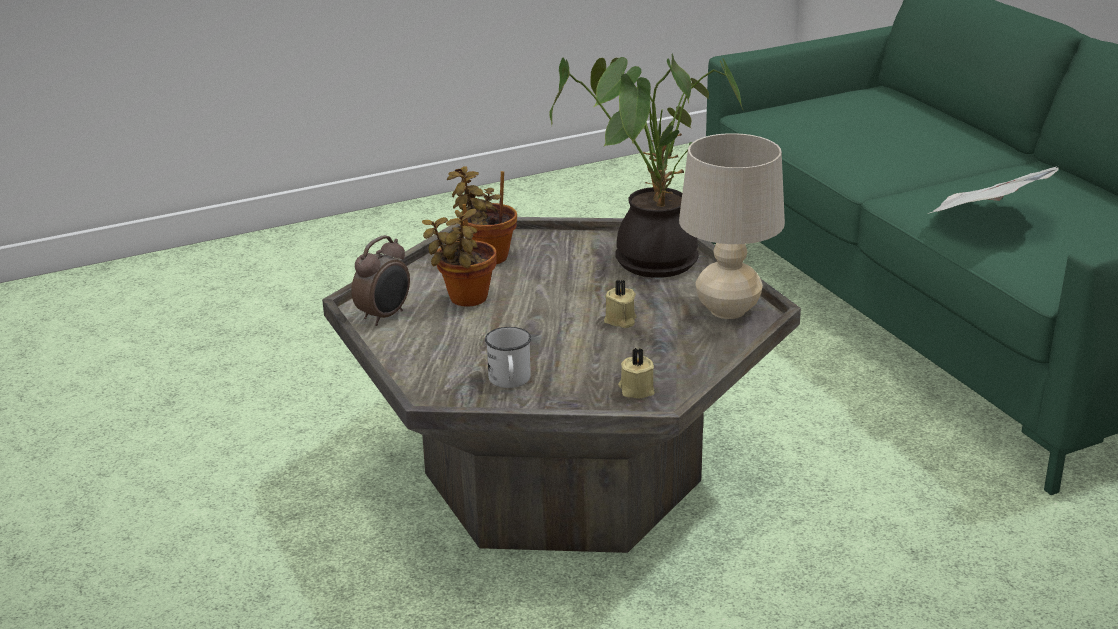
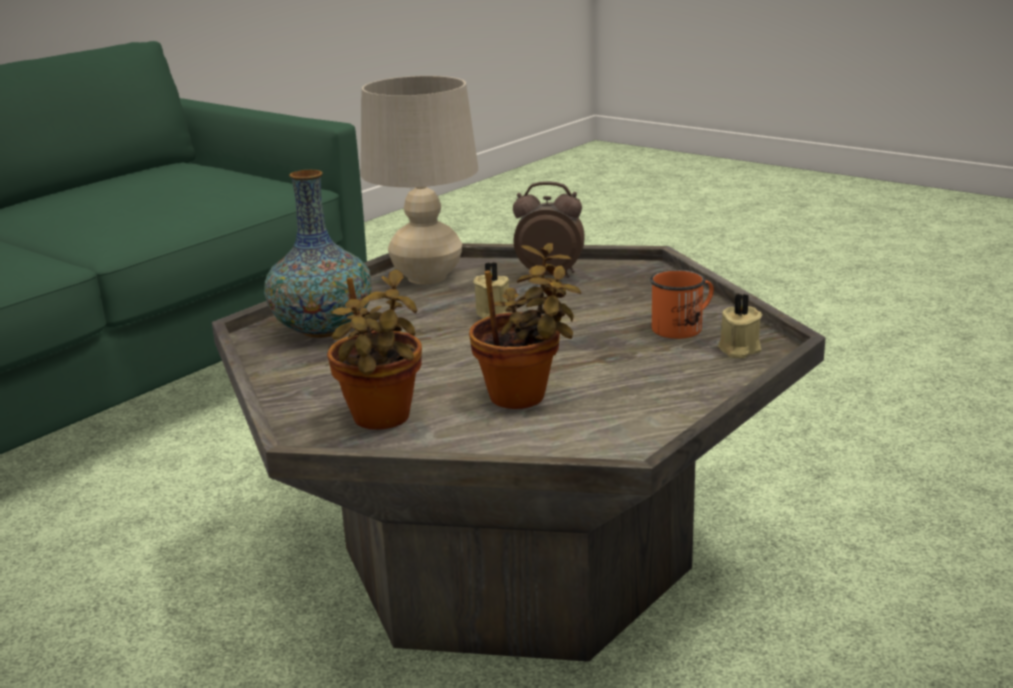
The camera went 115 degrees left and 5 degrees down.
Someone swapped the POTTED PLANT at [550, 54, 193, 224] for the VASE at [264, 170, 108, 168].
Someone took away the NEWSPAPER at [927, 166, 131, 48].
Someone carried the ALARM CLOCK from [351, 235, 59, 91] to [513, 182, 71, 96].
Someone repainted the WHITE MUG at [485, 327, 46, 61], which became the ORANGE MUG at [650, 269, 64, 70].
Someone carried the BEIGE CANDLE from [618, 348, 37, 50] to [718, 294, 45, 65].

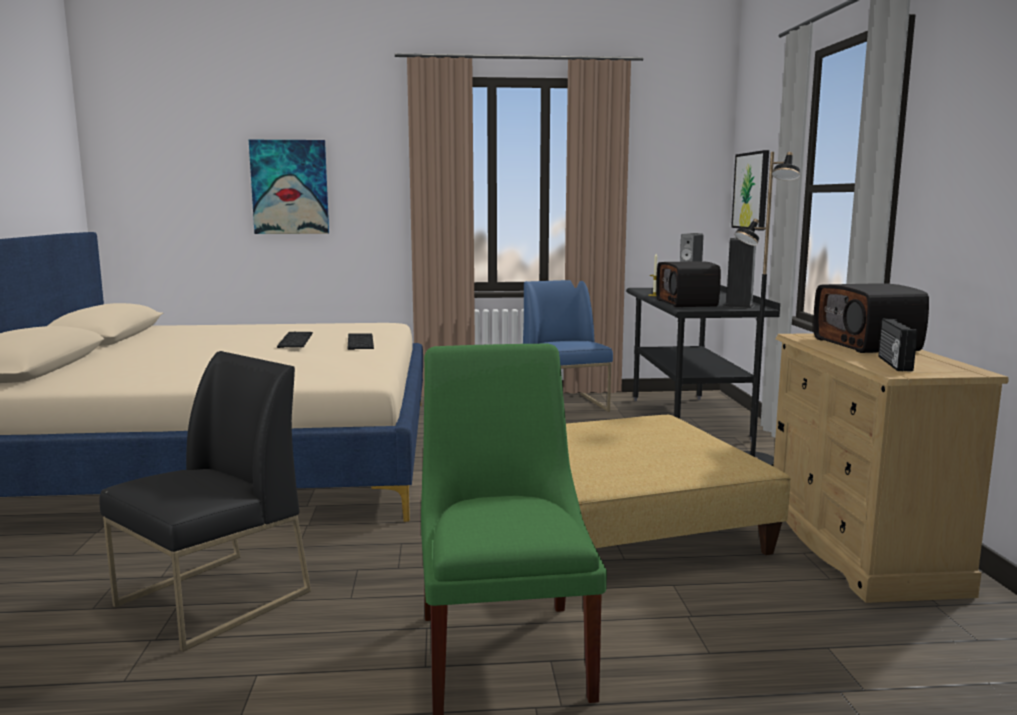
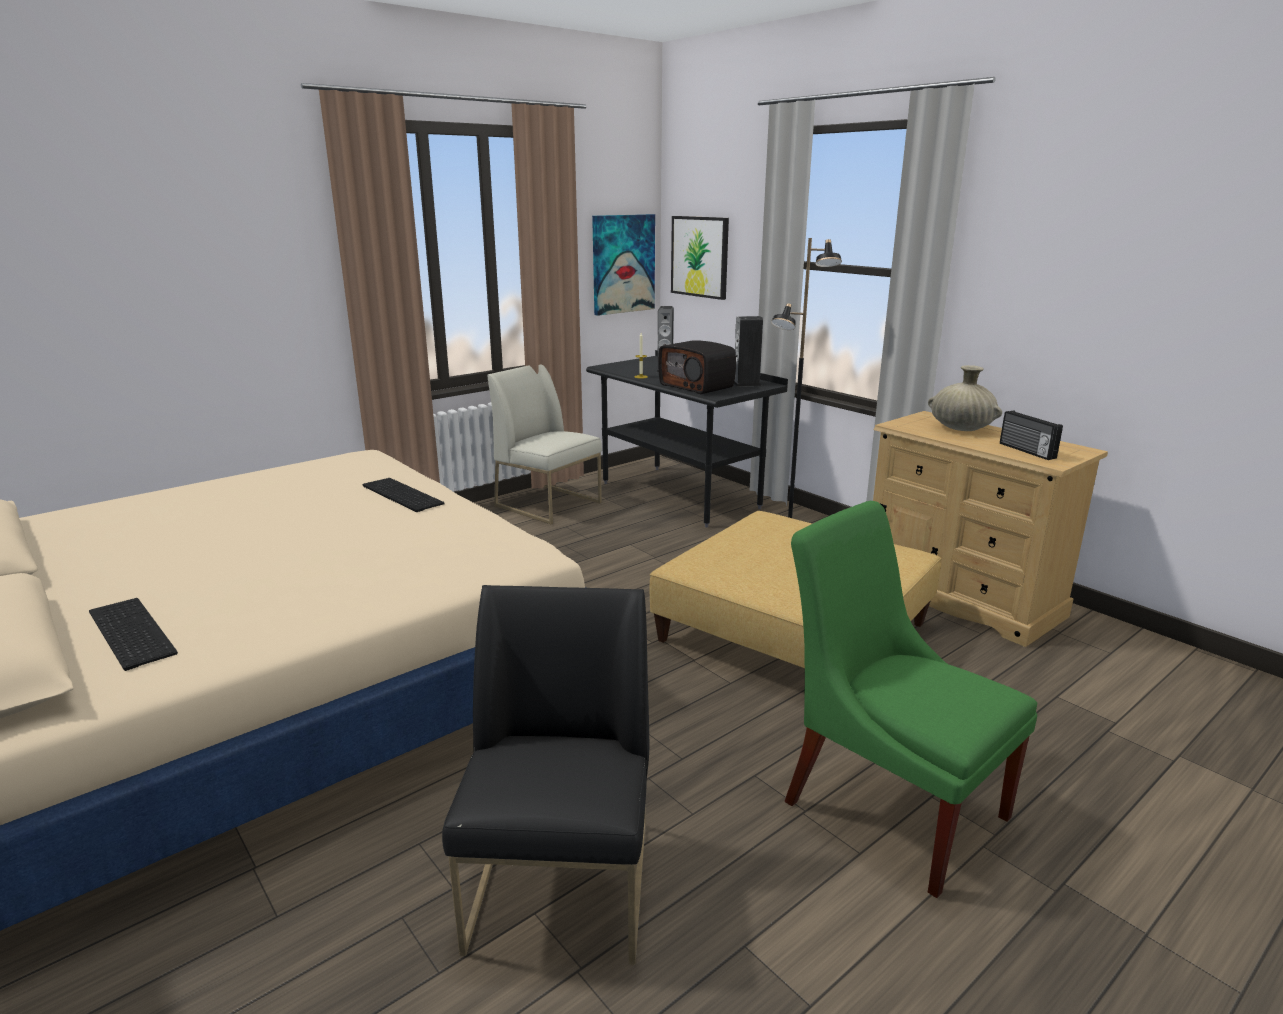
The camera went 35 degrees left and 10 degrees up.
Someone carried the PICTURE from [249, 140, 80, 94] to [592, 214, 63, 102].
Someone repainted the BLUE CHAIR at [523, 280, 90, 132], which became the WHITE CHAIR at [487, 364, 115, 160].
Someone swapped the RADIO at [814, 283, 115, 70] for the BEIGE VASE at [928, 365, 74, 66].
Someone carried the KEYBOARD from [277, 332, 36, 16] to [89, 598, 89, 73].

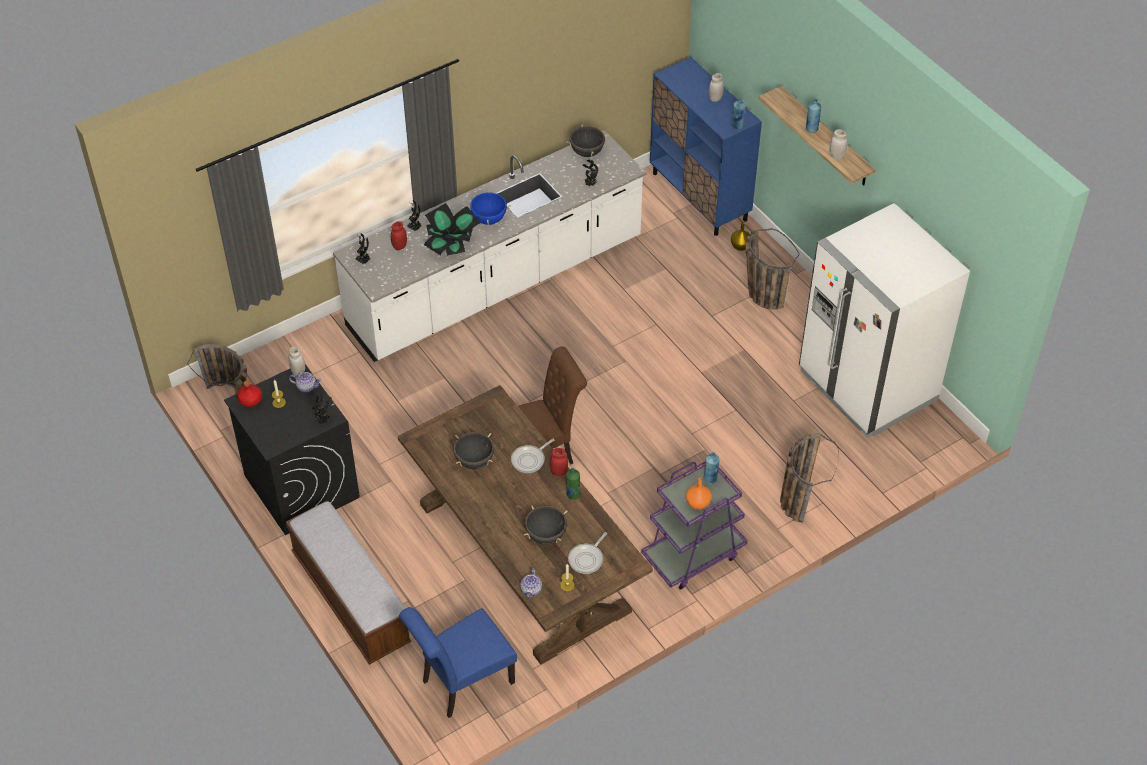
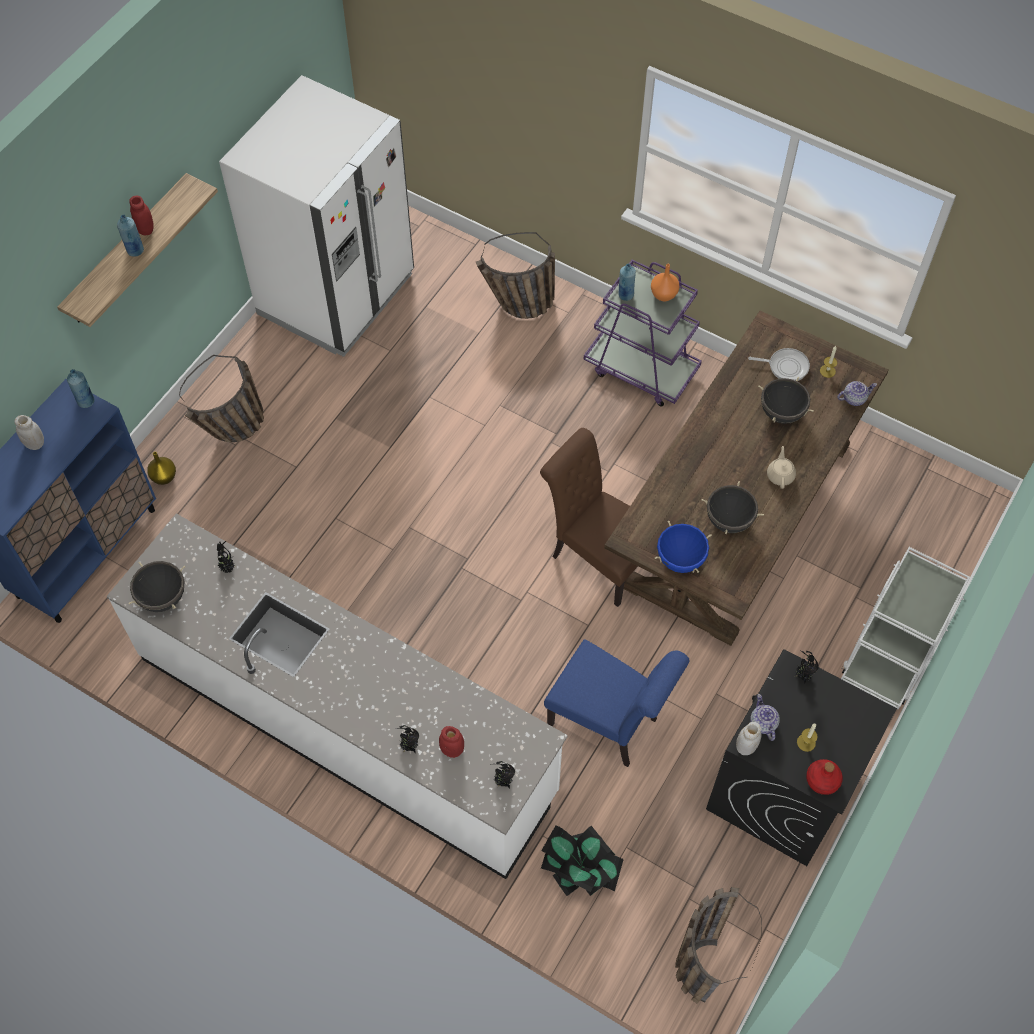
The camera went 115 degrees left and 10 degrees up.
Someone took away the WHITE JAR at [829, 129, 18, 30].
Someone carried the BLUE COOKING POT from [466, 190, 45, 35] to [655, 521, 57, 52].
Someone carried the POTTED PLANT from [424, 203, 56, 53] to [541, 825, 83, 71].
Someone took away the FRYING PAN at [511, 438, 43, 35].
Someone carried the RED JAR from [550, 448, 18, 28] to [129, 196, 25, 40].
Someone took away the GREEN BOTTLE at [566, 468, 15, 31].
Someone swapped the BENCH at [286, 501, 125, 164] for the WHITE CART at [841, 547, 129, 163].
Someone carried the BLUE CHAIR from [399, 607, 118, 111] to [544, 639, 146, 128].
Someone put down the BEIGE TEAPOT at [767, 446, 29, 43].

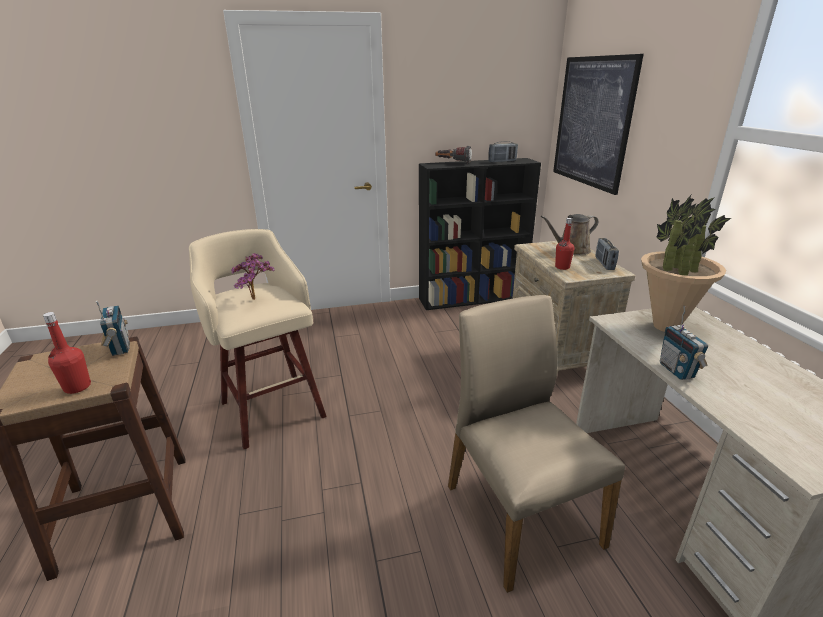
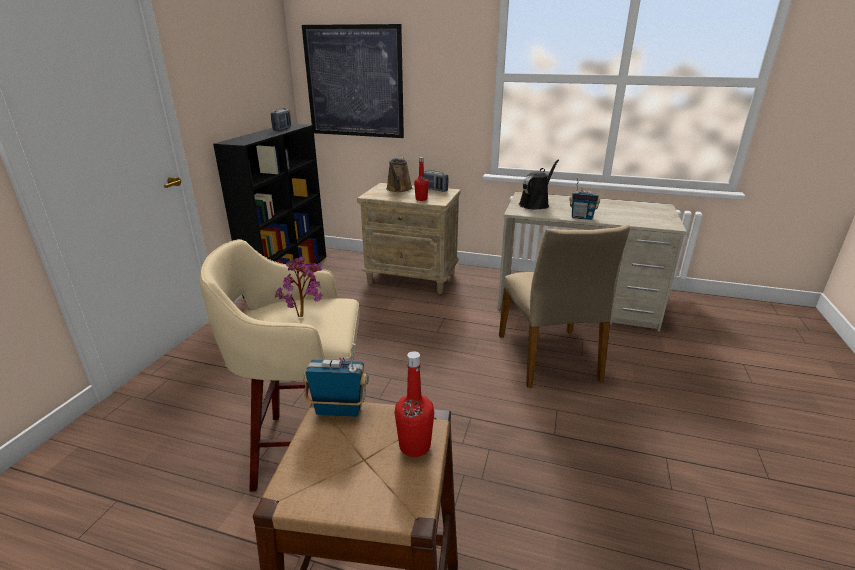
The camera went 60 degrees left and 0 degrees up.
Someone took away the FLASHLIGHT at [435, 146, 37, 17].
Someone swapped the POTTED PLANT at [641, 195, 90, 137] for the BLACK WATERING CAN at [519, 160, 40, 50].
Someone rotated the BEIGE CHAIR at [448, 295, 177, 298] by 105 degrees counterclockwise.

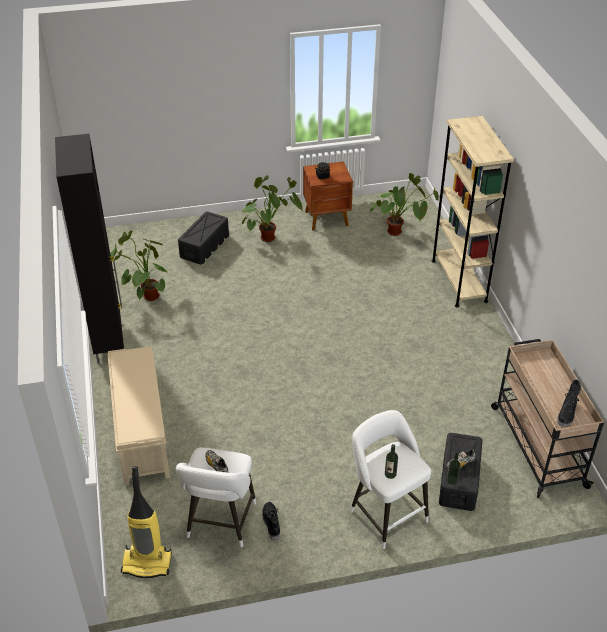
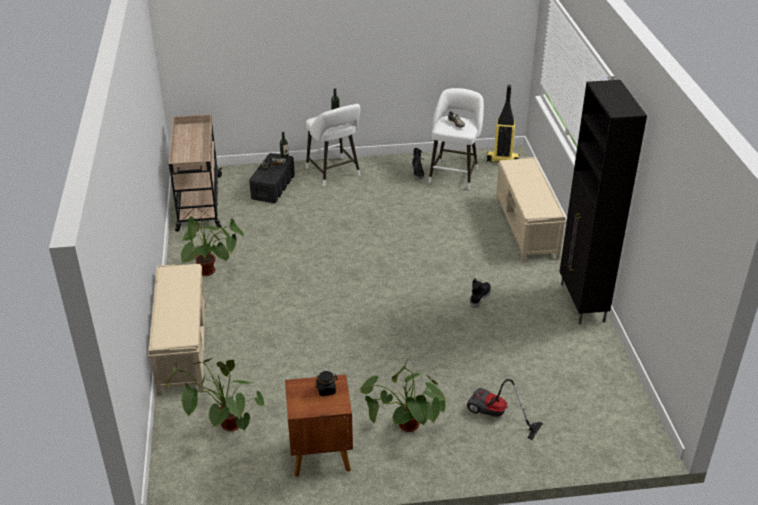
The camera went 175 degrees left and 5 degrees down.
Someone swapped the BEIGE BOOKCASE at [432, 116, 82, 192] for the BEIGE BENCH at [148, 264, 58, 132].
Someone swapped the BLACK STORAGE BOX at [178, 212, 51, 52] for the VACUUM CLEANER at [467, 379, 76, 61].
Someone carried the POTTED PLANT from [110, 230, 59, 71] to [181, 216, 63, 60].
Someone carried the BLACK BOOT from [557, 380, 24, 47] to [470, 278, 21, 30].

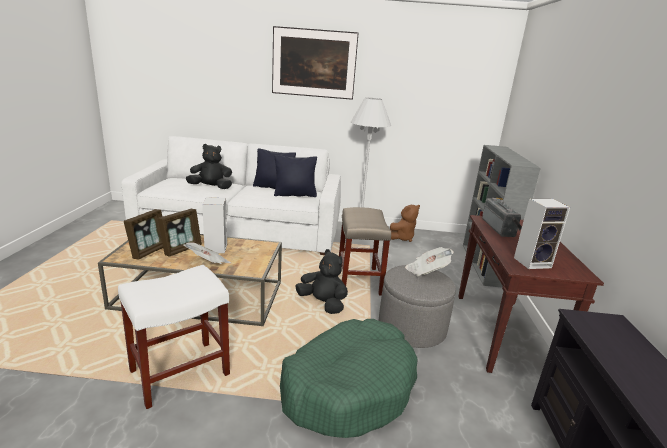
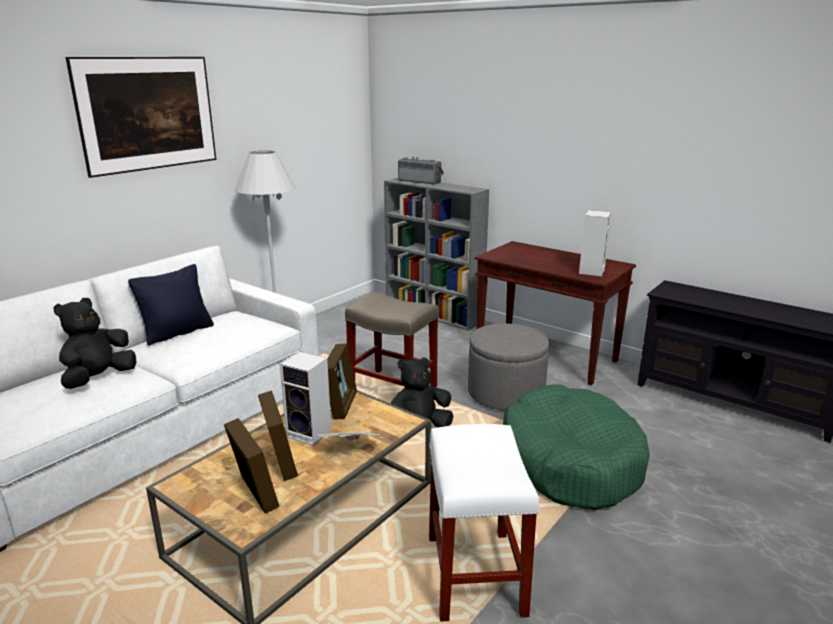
The camera went 55 degrees left and 0 degrees up.
Someone took away the BLACK PILLOW at [274, 155, 43, 42].
Someone carried the RADIO from [482, 198, 40, 39] to [398, 157, 46, 28].
Someone took away the BROWN PLUSH TOY at [390, 205, 30, 37].
Someone took away the NEWSPAPER at [405, 247, 49, 29].
Someone put down the PICTURE FRAME at [327, 343, 30, 76].

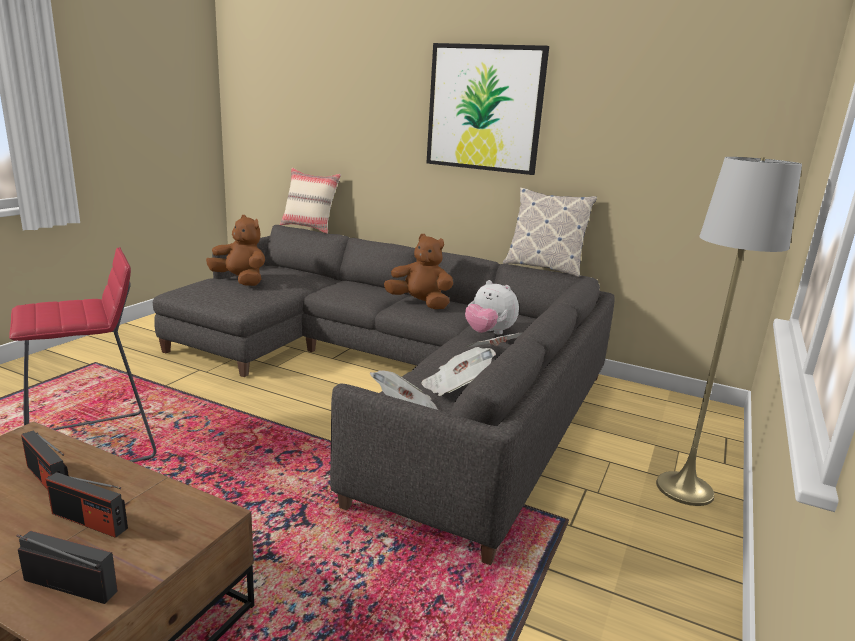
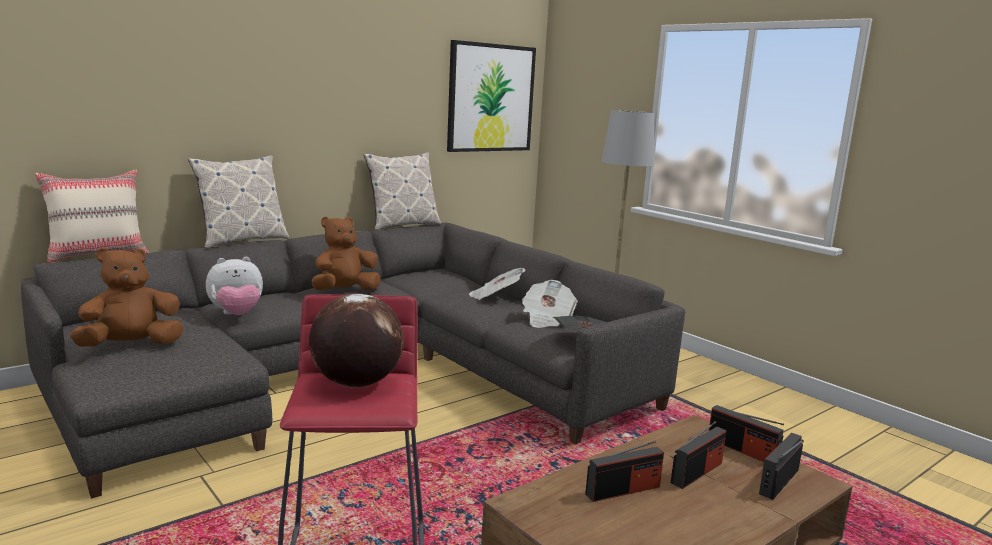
The camera went 65 degrees left and 5 degrees down.
Someone carried the PICTURE from [426, 43, 123, 132] to [447, 40, 89, 112].
Someone carried the PLUSH TOY from [465, 280, 54, 54] to [206, 257, 57, 58].
Someone put down the PILLOW at [188, 155, 101, 94].
Someone put down the GLOBE at [309, 293, 95, 95].
Someone put down the RADIO at [709, 405, 75, 57].

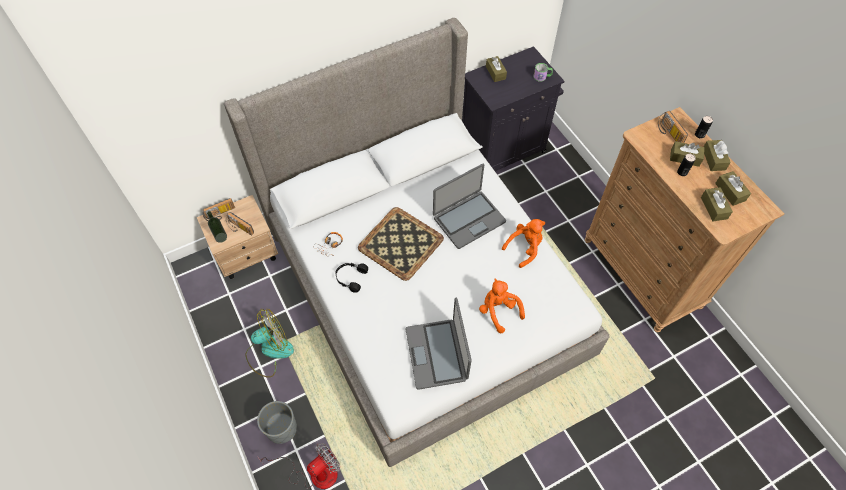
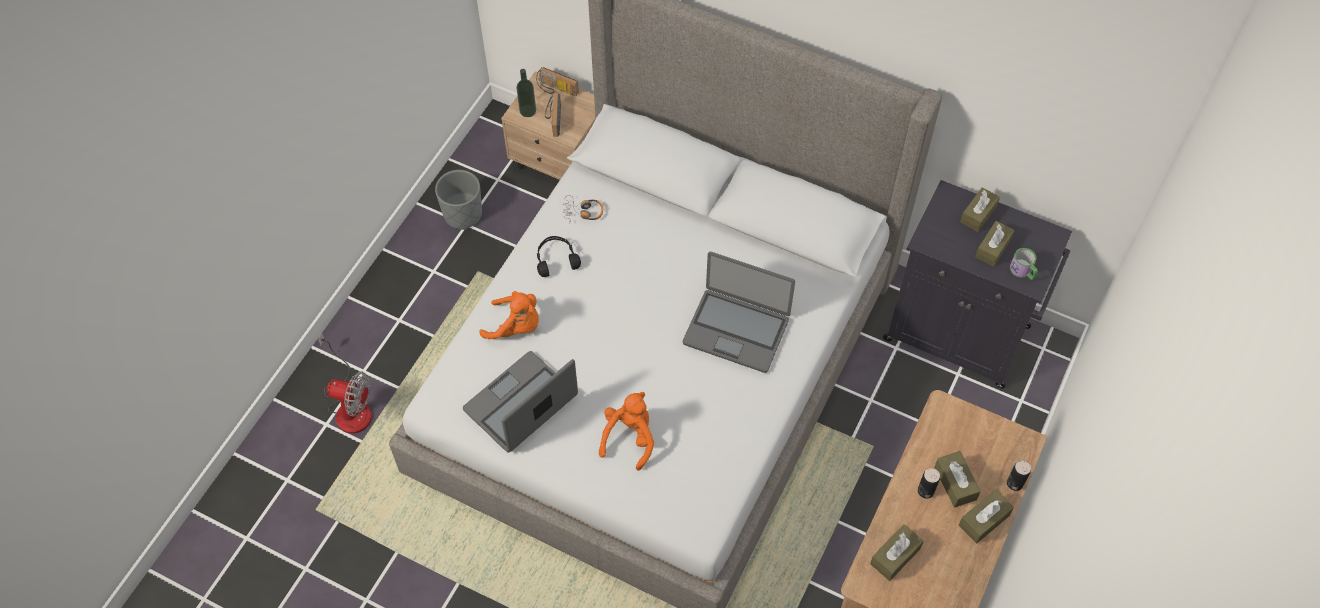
The camera went 55 degrees right and 0 degrees up.
Someone took away the RADIO at [658, 111, 30, 32].
Someone carried the BROWN TISSUE BOX from [715, 171, 36, 35] to [975, 221, 40, 45].
Someone took away the TRAY at [358, 207, 86, 74].
Someone carried the ORANGE PLUSH TOY from [502, 219, 43, 49] to [479, 291, 60, 48].
Someone took away the FAN at [245, 309, 49, 69].
Someone carried the GREY PLANTER from [257, 401, 40, 43] to [435, 170, 47, 60].

